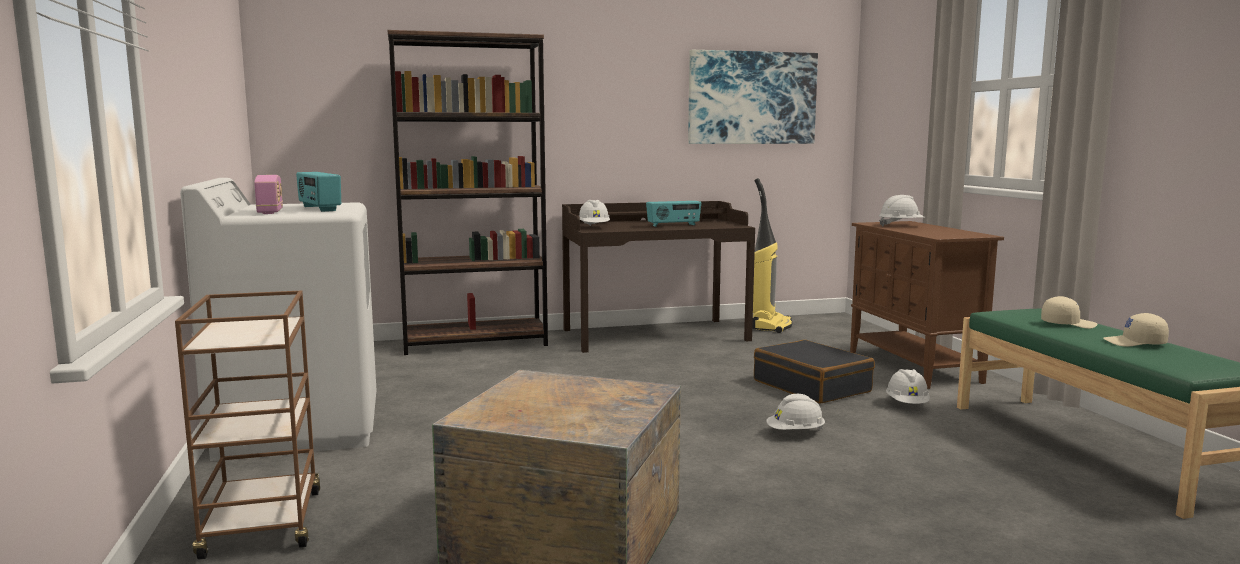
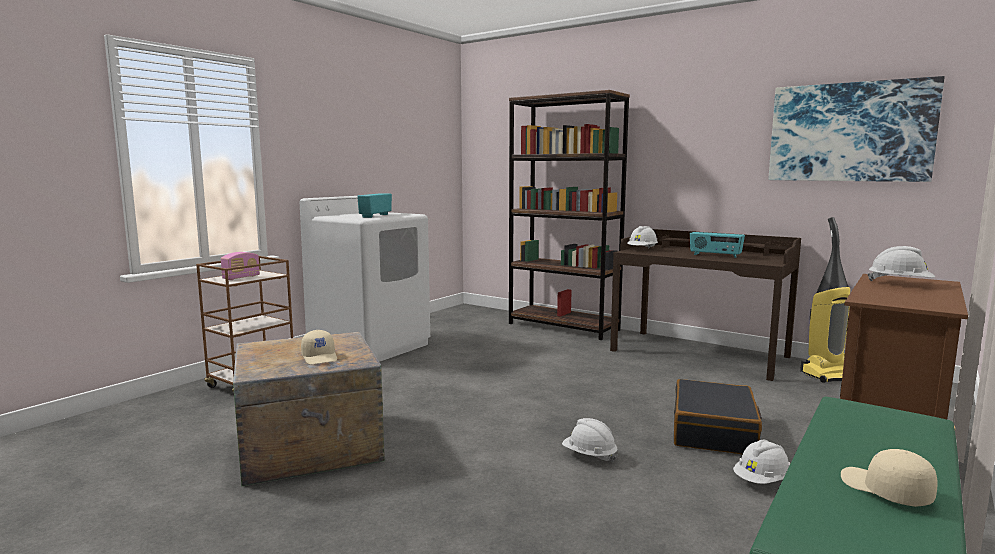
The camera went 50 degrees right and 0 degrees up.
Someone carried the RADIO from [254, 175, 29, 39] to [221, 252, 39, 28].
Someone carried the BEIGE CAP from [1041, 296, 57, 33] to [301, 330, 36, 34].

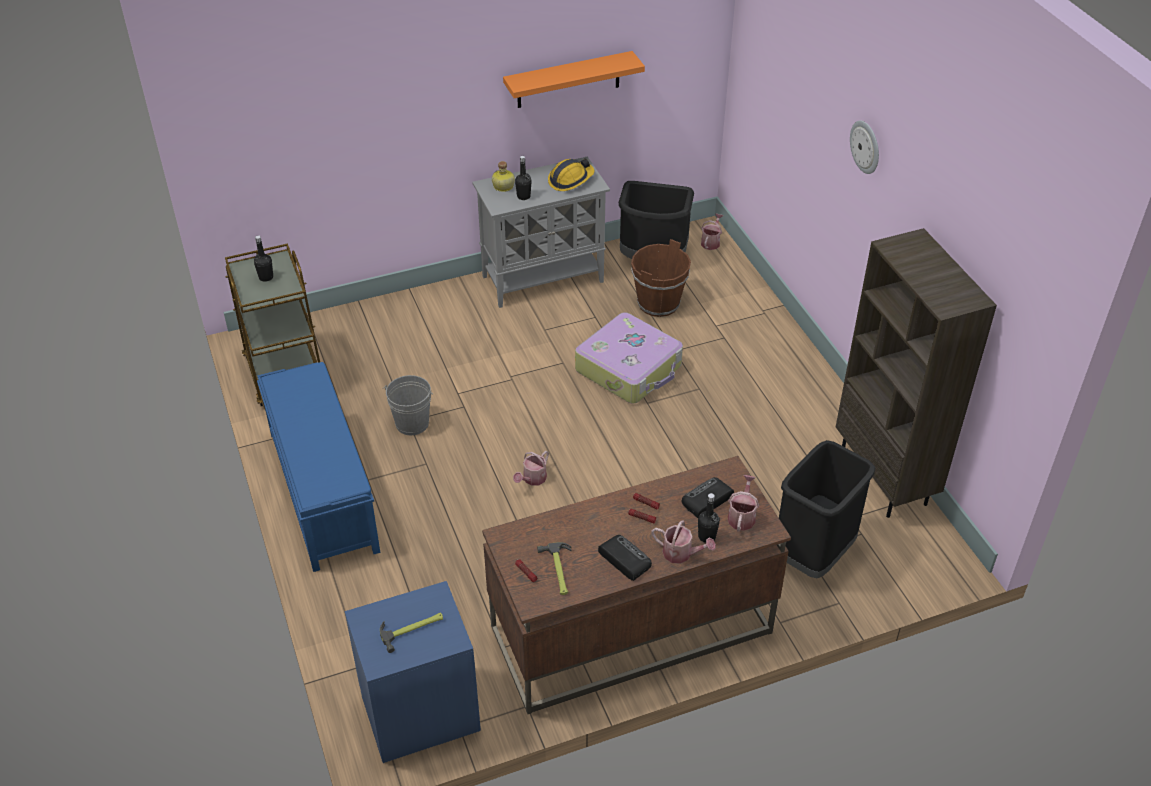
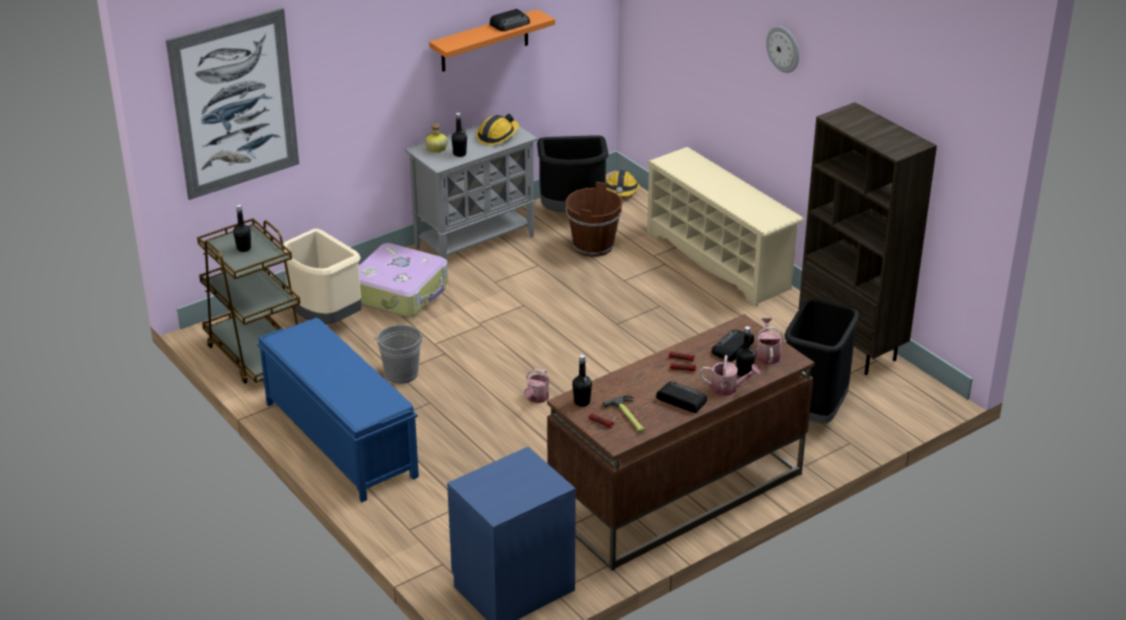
The camera went 15 degrees left and 10 degrees down.
Someone swapped the WATERING CAN at [701, 213, 22, 37] for the HARD HAT at [606, 170, 34, 26].
Someone carried the SUITCASE from [575, 312, 108, 92] to [359, 243, 89, 74].
Someone took away the HAMMER at [380, 613, 63, 40].
Someone put up the PICTURE at [166, 8, 133, 192].
Someone put down the RADIO at [490, 9, 40, 22].
Someone put down the BEIGE SHOE RACK at [647, 147, 157, 160].
Someone put down the BEIGE TRASH CAN at [283, 229, 79, 96].
Someone put down the BLACK BOTTLE at [572, 354, 20, 53].

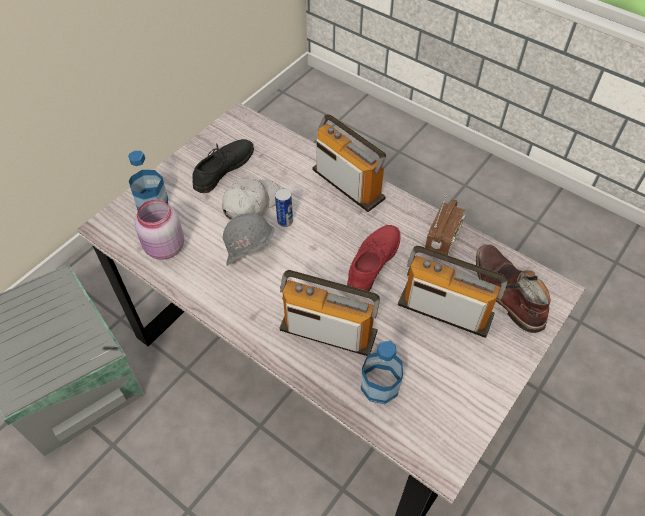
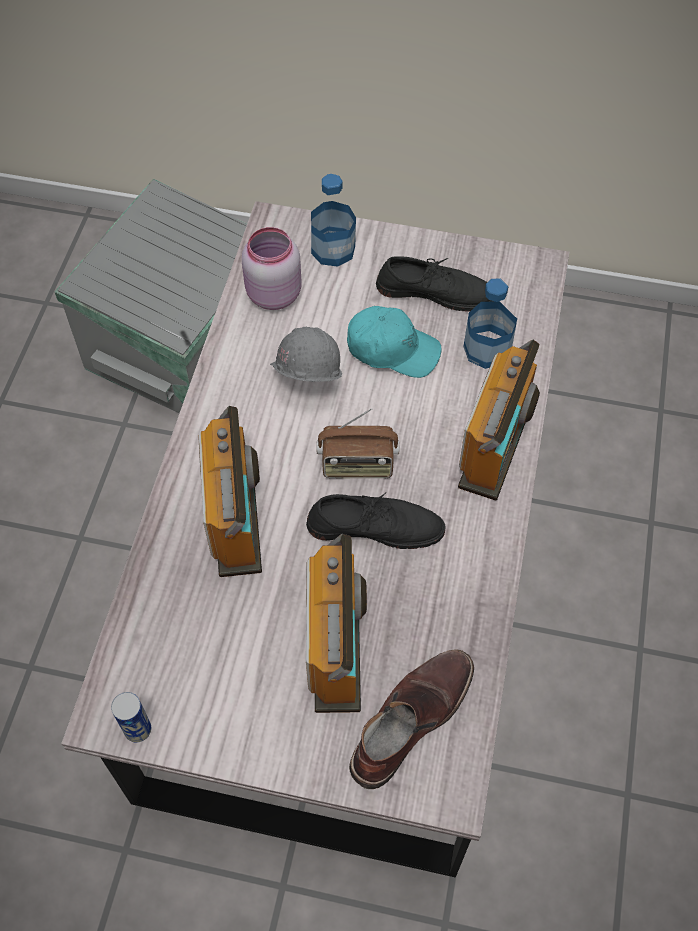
The camera went 65 degrees right and 5 degrees up.
Someone repainted the WHITE CAP at [222, 179, 58, 41], which became the TURQUOISE CAP at [347, 306, 95, 72].
Someone carried the CAN from [275, 188, 18, 39] to [111, 692, 40, 50].
Someone carried the RADIO from [425, 194, 40, 62] to [317, 408, 82, 71].
Someone repainted the RED SHOE at [347, 225, 54, 66], which became the BLACK SHOE at [306, 492, 140, 57].
Someone carried the BOTTLE from [361, 341, 42, 63] to [463, 279, 54, 90].

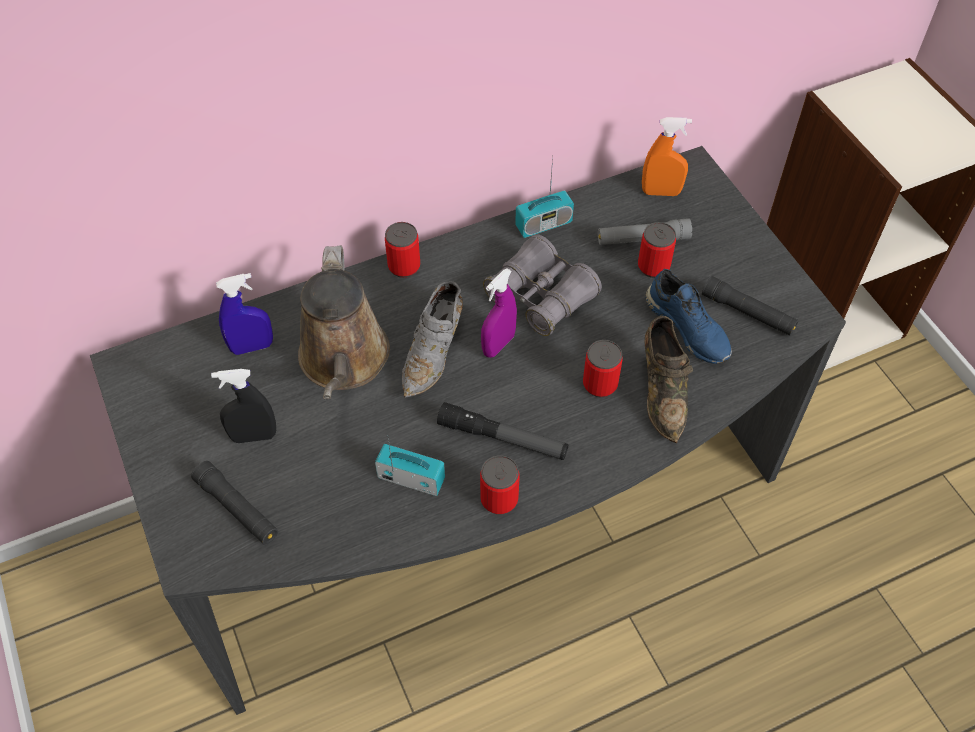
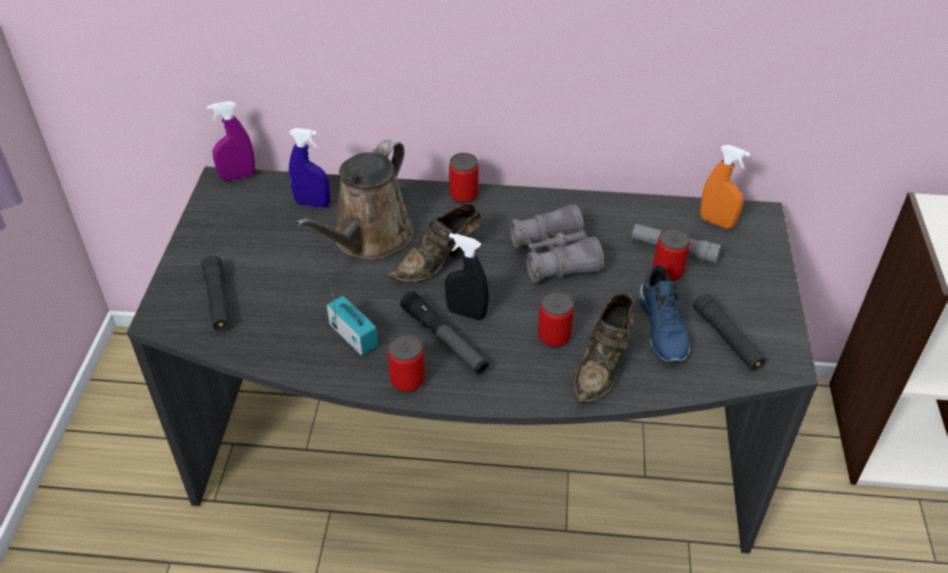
The camera went 30 degrees right and 10 degrees down.
Someone took away the RADIO at [515, 158, 59, 80].
Someone carried the PURPLE SPRAY BOTTLE from [481, 269, 36, 89] to [207, 101, 48, 80].
Someone repainted the GREY SHOE at [402, 281, 61, 116], which became the BROWN SHOE at [389, 203, 92, 79].
Someone carried the BLACK SPRAY BOTTLE from [211, 369, 65, 74] to [445, 233, 44, 87].

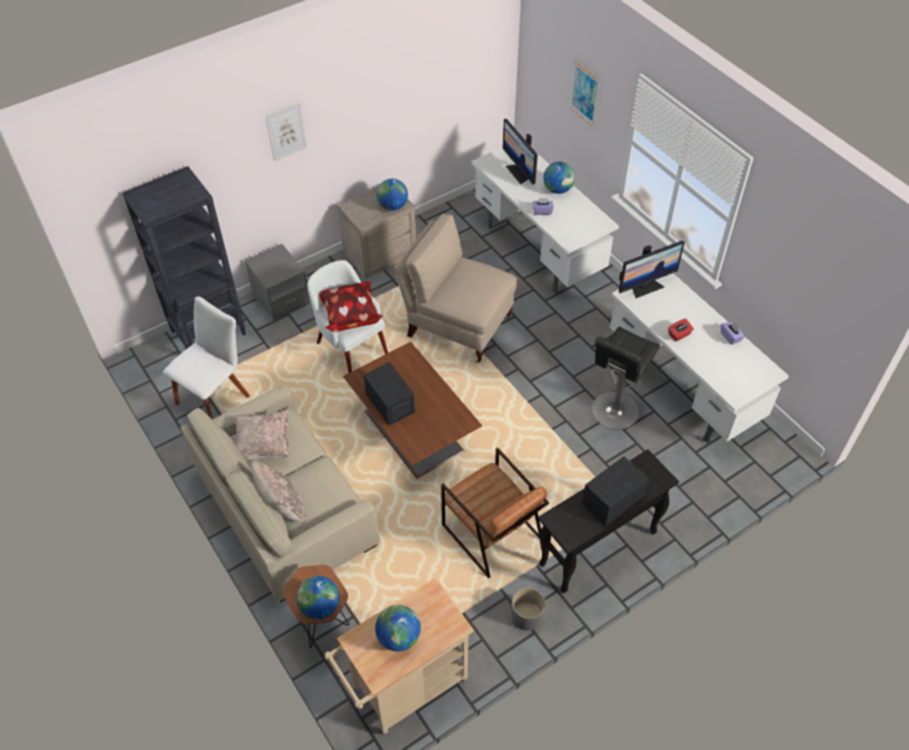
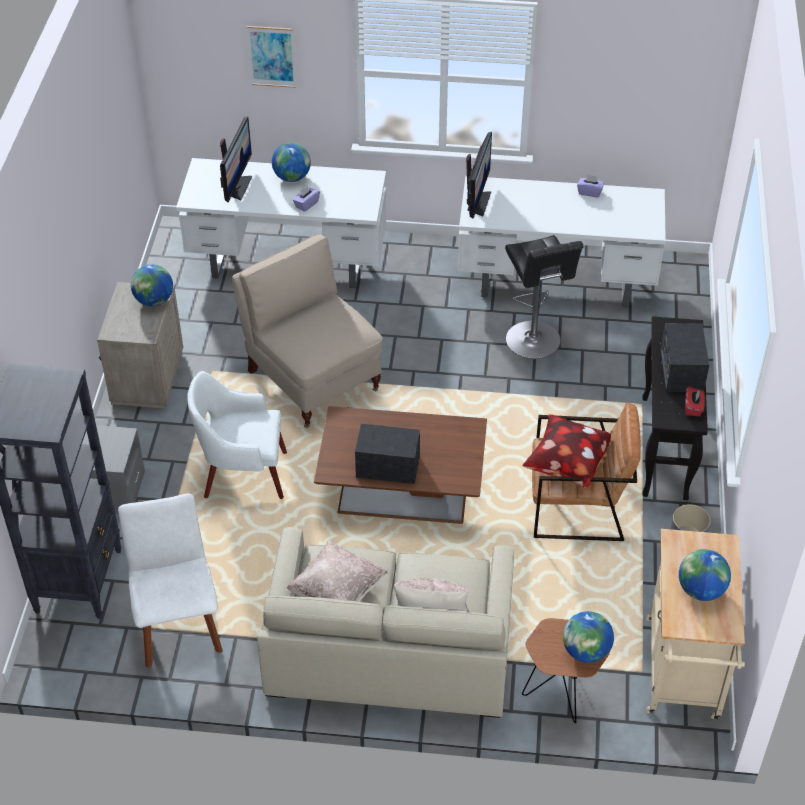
The camera went 50 degrees left and 5 degrees down.
Someone took away the PICTURE at [266, 103, 41, 58].
Someone rotated the MONITOR at [503, 119, 35, 66] by 90 degrees counterclockwise.
Someone rotated the BEIGE CHAIR at [395, 214, 122, 149] by 75 degrees clockwise.
Someone carried the PILLOW from [320, 281, 63, 51] to [522, 414, 89, 74].
Someone carried the RED TISSUE BOX from [668, 319, 26, 22] to [685, 386, 20, 30].

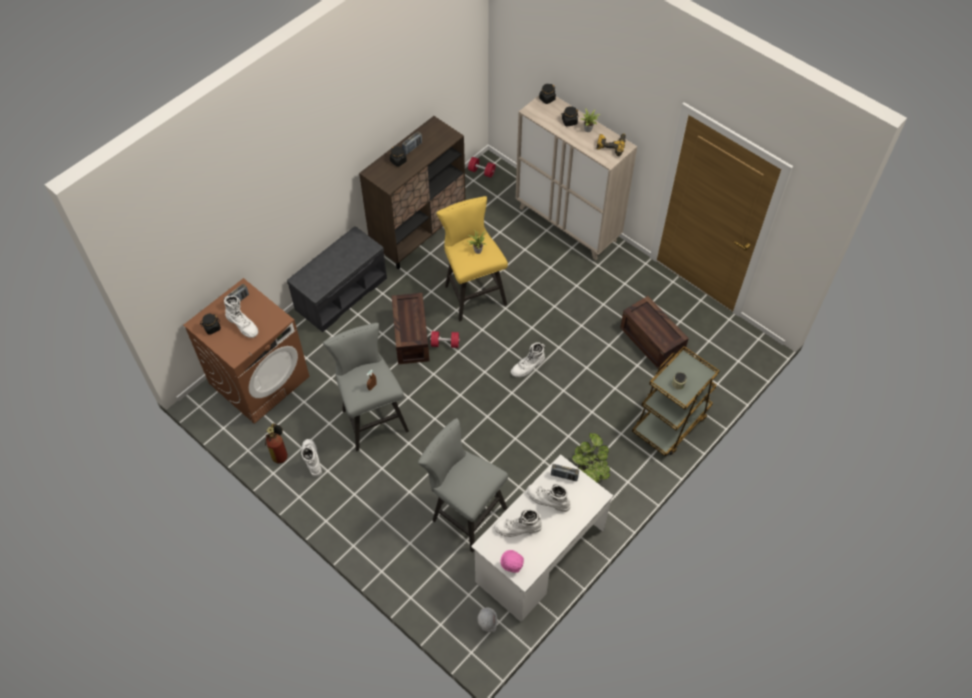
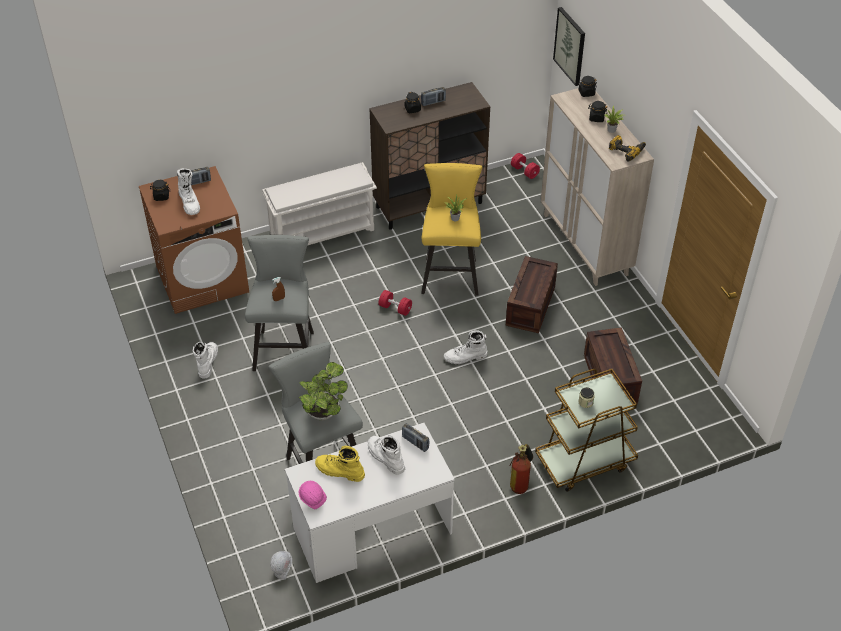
The camera went 25 degrees right and 10 degrees down.
Someone swapped the GREY BENCH at [287, 226, 100, 106] for the WHITE SHOE RACK at [262, 162, 115, 84].
Someone carried the CRATE from [392, 293, 38, 71] to [506, 256, 52, 77].
Someone carried the FIRE EXTINGUISHER from [265, 423, 23, 41] to [510, 444, 23, 50].
Someone carried the POTTED PLANT from [572, 433, 38, 50] to [299, 362, 49, 58].
Someone repainted the WHITE BOOT at [494, 508, 48, 29], which became the YELLOW BOOT at [315, 446, 50, 36].
Someone put up the PICTURE at [553, 7, 32, 79].

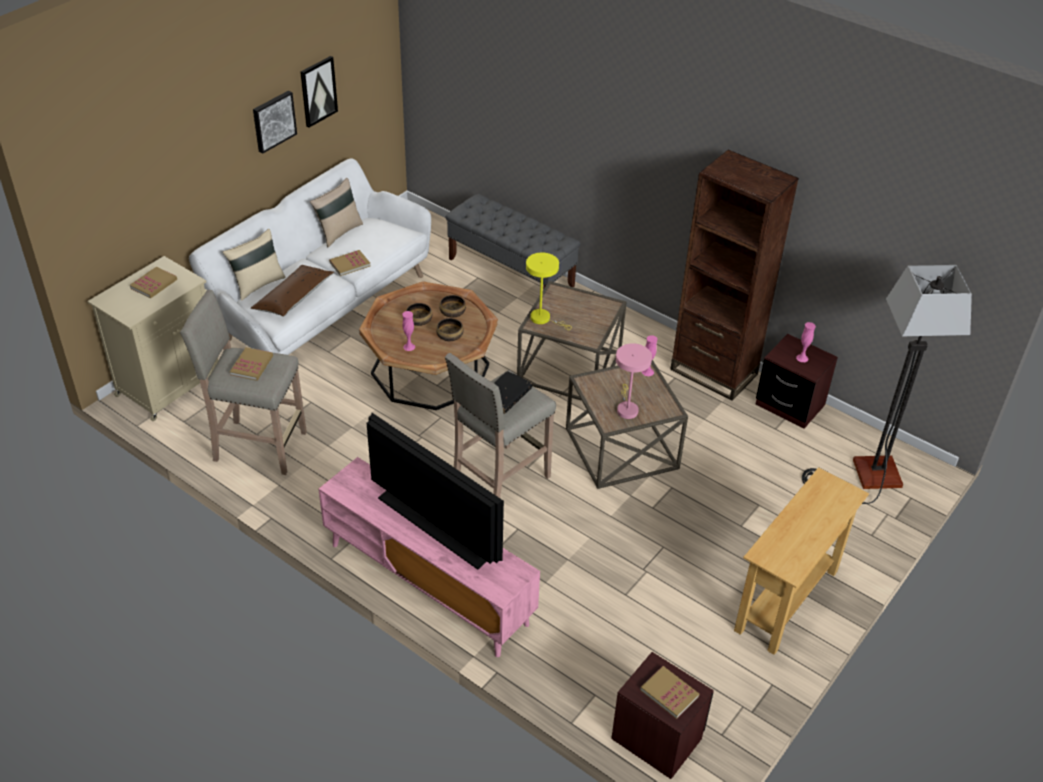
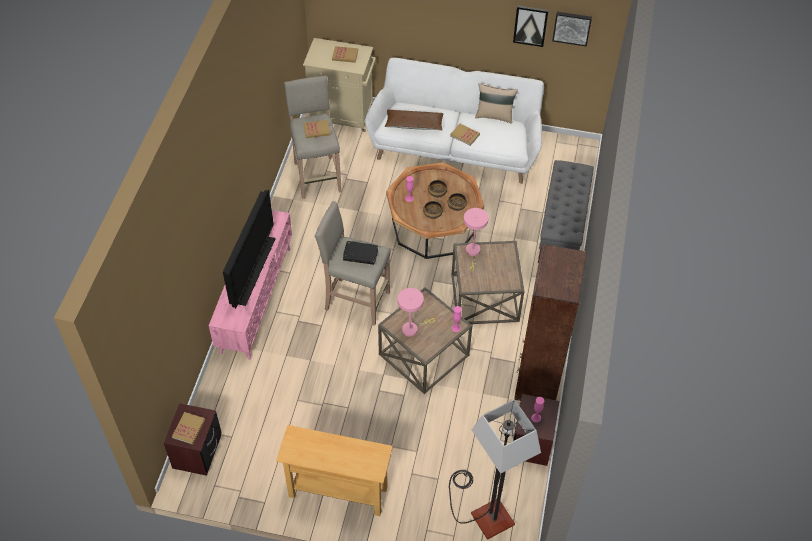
The camera went 65 degrees right and 10 degrees up.
Someone carried the PICTURE from [253, 91, 44, 62] to [552, 12, 40, 35].
Someone took away the BEIGE PILLOW at [223, 229, 63, 72].
Someone repainted the YELLOW TABLE LAMP at [526, 252, 46, 78], which became the PINK TABLE LAMP at [464, 208, 24, 63].

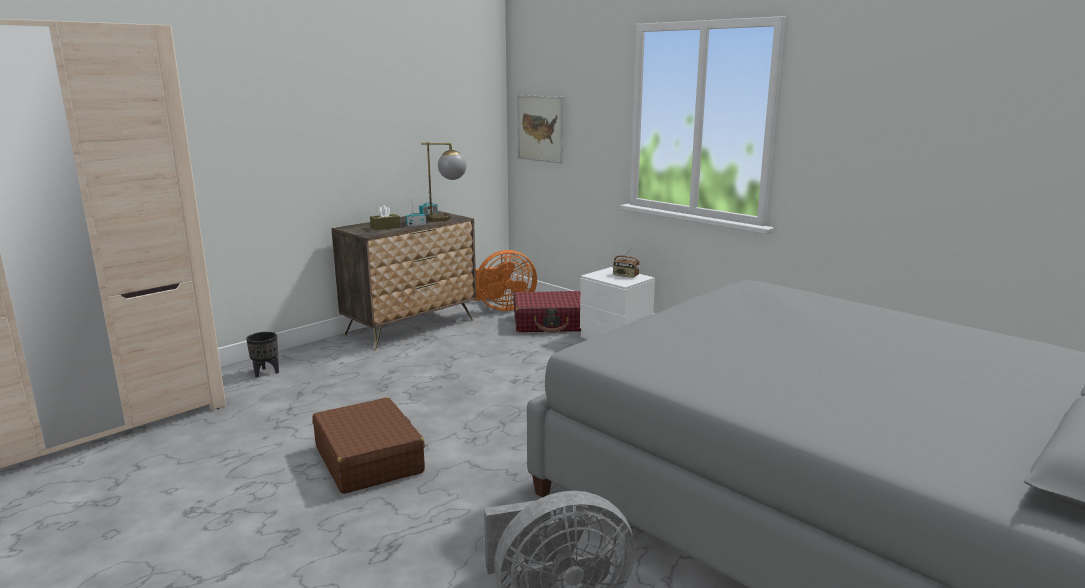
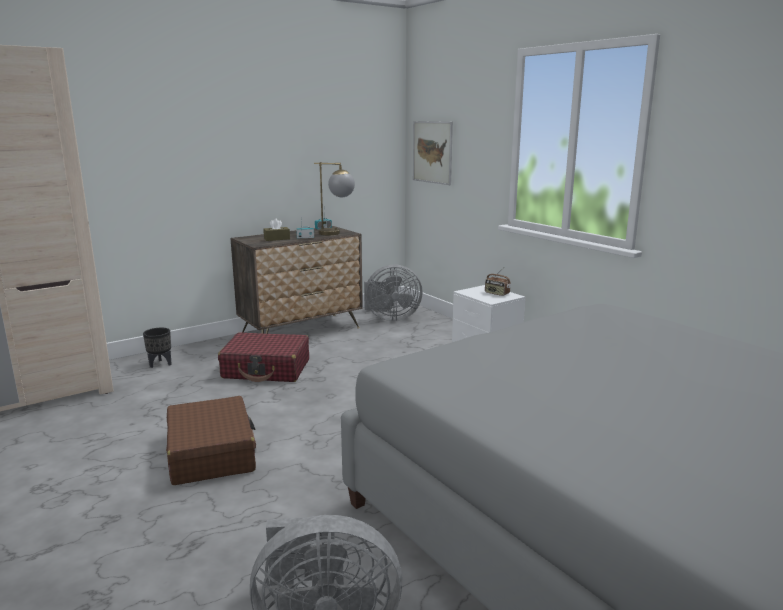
The camera went 10 degrees right and 0 degrees up.
Someone repainted the ORANGE FAN at [472, 250, 65, 61], which became the GREY FAN at [364, 264, 59, 57].
Someone carried the RED SUITCASE from [513, 291, 68, 42] to [218, 332, 91, 50].

